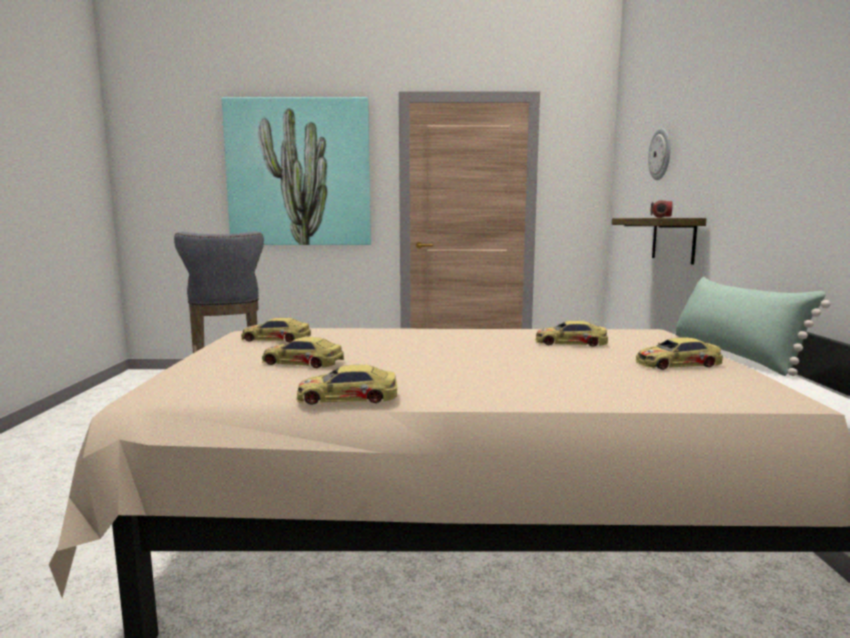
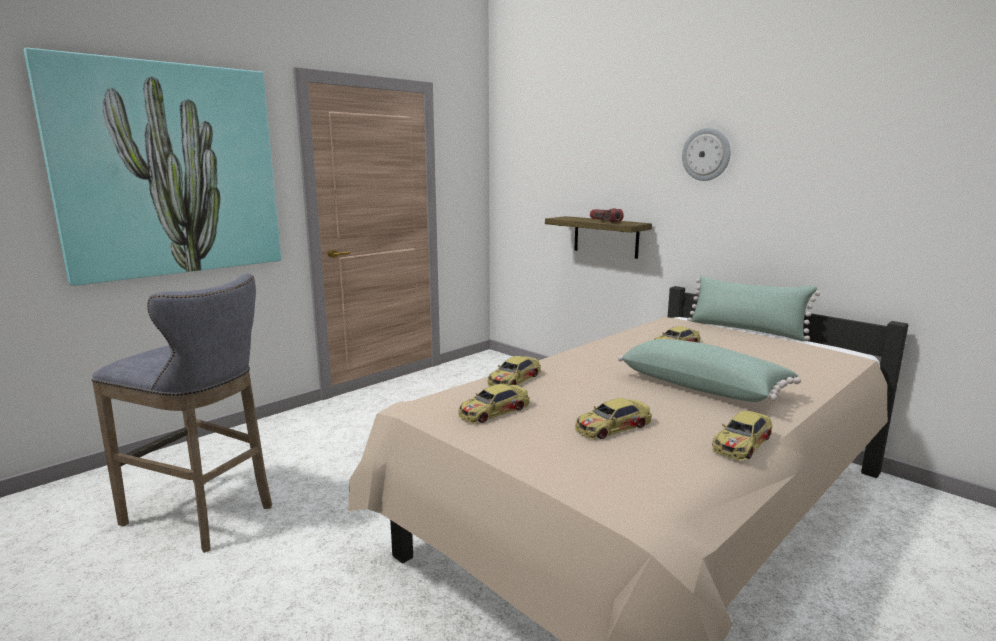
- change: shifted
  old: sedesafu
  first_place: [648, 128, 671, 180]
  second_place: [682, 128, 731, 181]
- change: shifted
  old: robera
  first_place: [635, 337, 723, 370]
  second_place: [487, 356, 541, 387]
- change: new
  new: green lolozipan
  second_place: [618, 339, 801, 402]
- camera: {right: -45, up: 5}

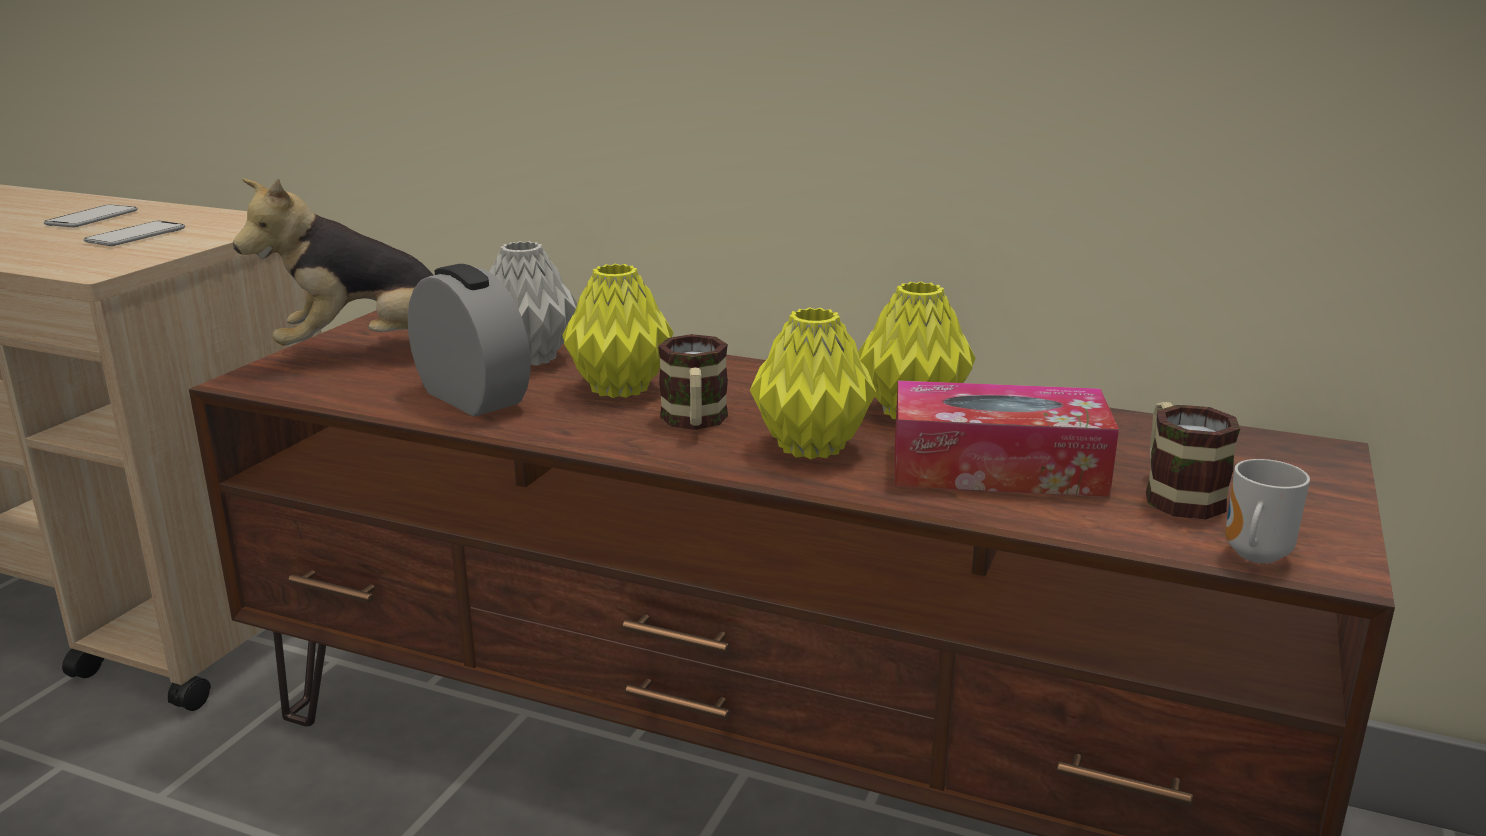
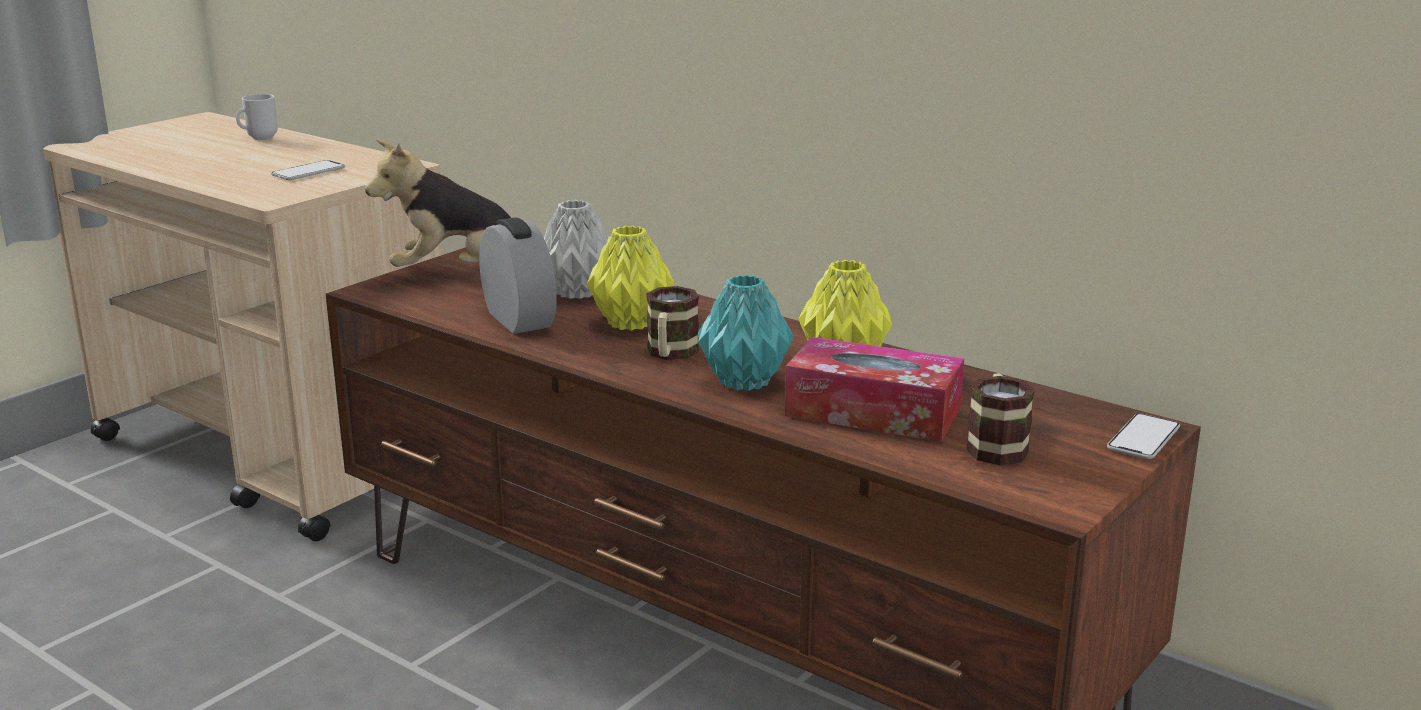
- change: shifted
  old: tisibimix
  first_place: [44, 205, 138, 227]
  second_place: [1107, 413, 1180, 459]
- change: repainted
  old: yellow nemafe
  new: turquoise nemafe
  first_place: [750, 307, 876, 459]
  second_place: [698, 275, 793, 391]
- change: shifted
  old: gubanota
  first_place: [1225, 459, 1310, 563]
  second_place: [236, 94, 278, 140]
- camera: {right: 15, up: 0}

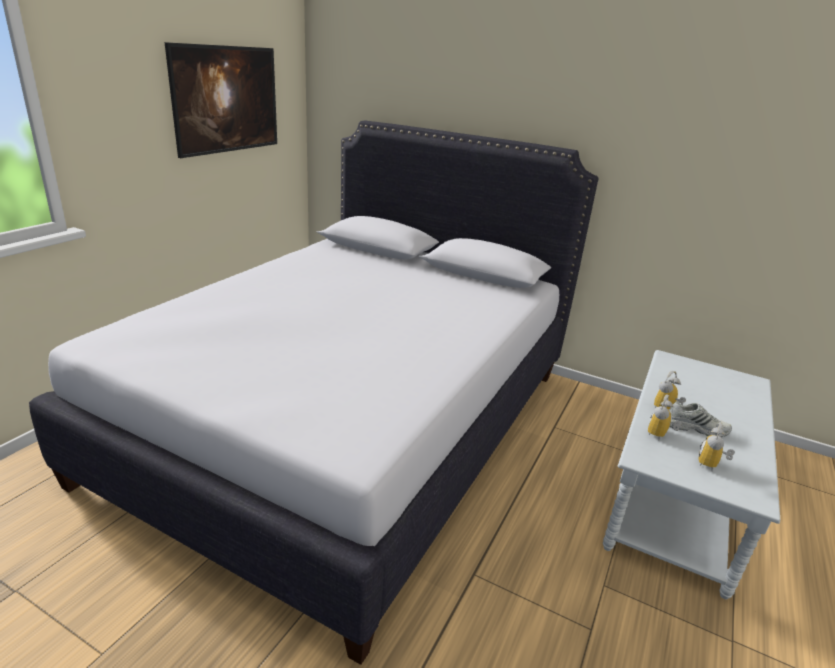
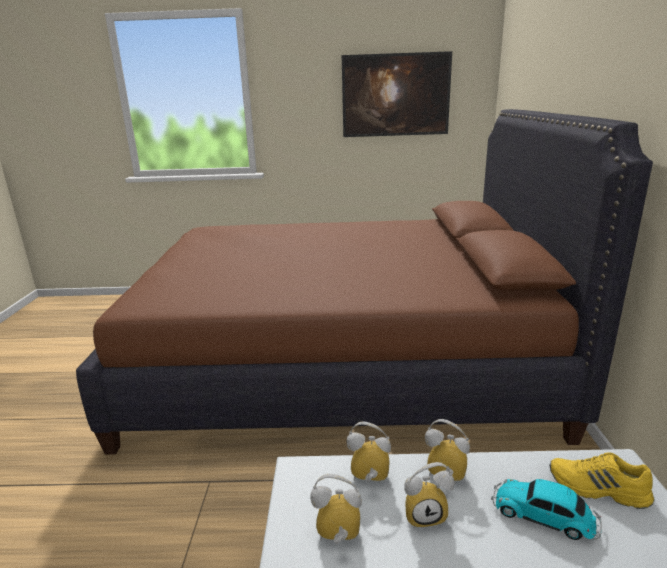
- change: repainted
  old: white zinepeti
  new: brown zinepeti
  first_place: [29, 121, 599, 665]
  second_place: [76, 109, 653, 454]
- change: swapped
  old: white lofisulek
  new: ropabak
  first_place: [669, 401, 732, 437]
  second_place: [404, 462, 454, 529]
- change: new
  new: yellow lofisulek
  second_place: [549, 452, 654, 509]
- change: new
  new: robera
  second_place: [491, 478, 602, 540]
- camera: {right: 65, up: -5}

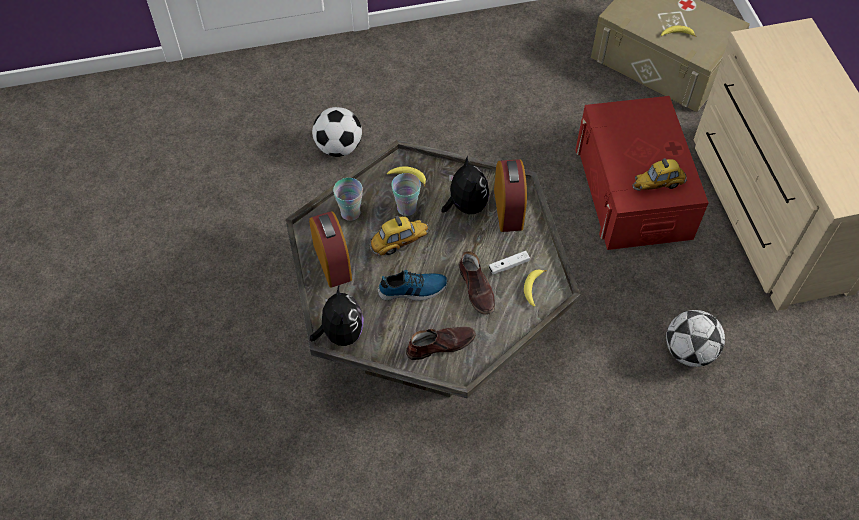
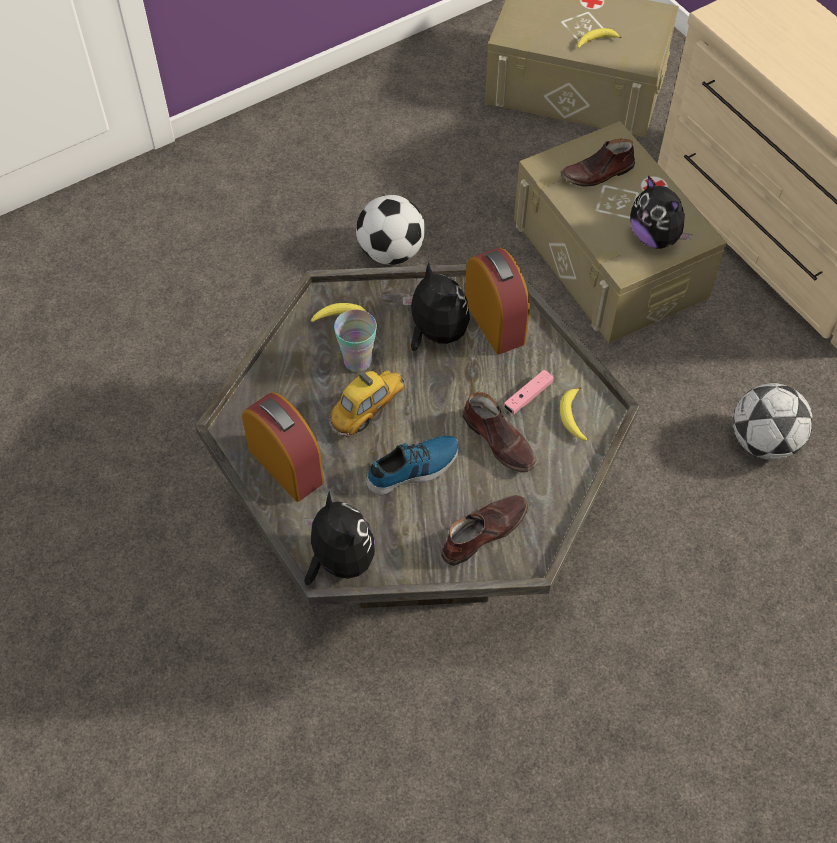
- change: repainted
  old: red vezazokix
  new: beige vezazokix
  first_place: [575, 96, 709, 250]
  second_place: [514, 121, 727, 343]
- change: shifted
  old: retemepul
  first_place: [312, 107, 362, 157]
  second_place: [356, 195, 425, 265]
- change: swapped
  old: robera
  new: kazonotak
  first_place: [632, 158, 687, 191]
  second_place: [630, 176, 693, 249]
- change: gone
  old: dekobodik
  first_place: [333, 178, 363, 221]
- change: repainted
  old: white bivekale
  new: pink bivekale
  first_place: [489, 251, 530, 274]
  second_place: [504, 370, 554, 414]
- change: new
  new: brown lofisulek
  second_place: [560, 139, 635, 187]
- camera: {right: -20, up: 0}

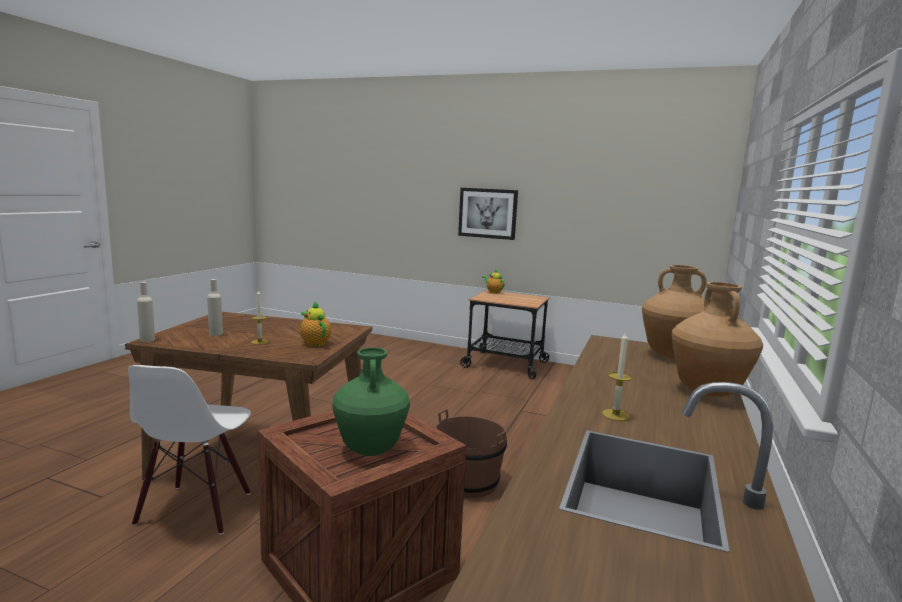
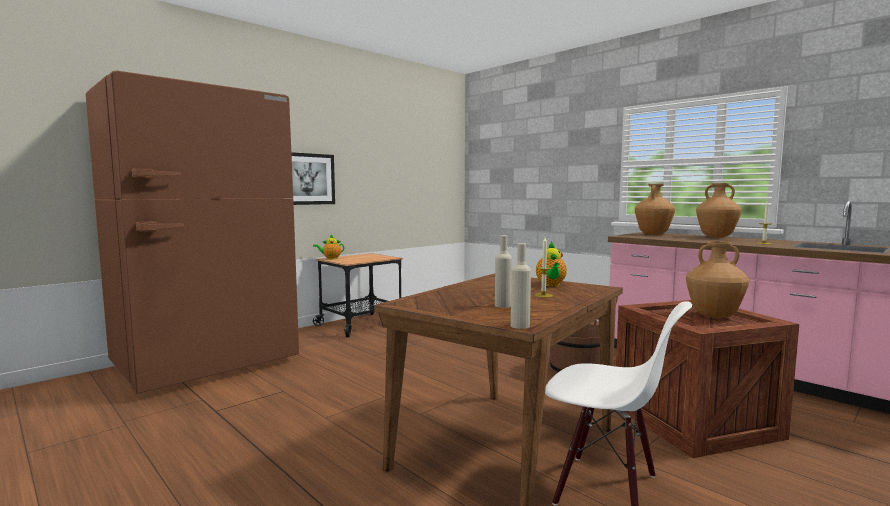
- change: rotated
  old: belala
  first_place: [300, 301, 331, 346]
  second_place: [536, 242, 567, 286]
  degrees: -75
- change: repainted
  old: green nemafe
  new: brown nemafe
  first_place: [333, 347, 410, 456]
  second_place: [686, 241, 749, 318]
- change: new
  new: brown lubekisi
  second_place: [86, 70, 299, 394]
- camera: {right: -65, up: -5}

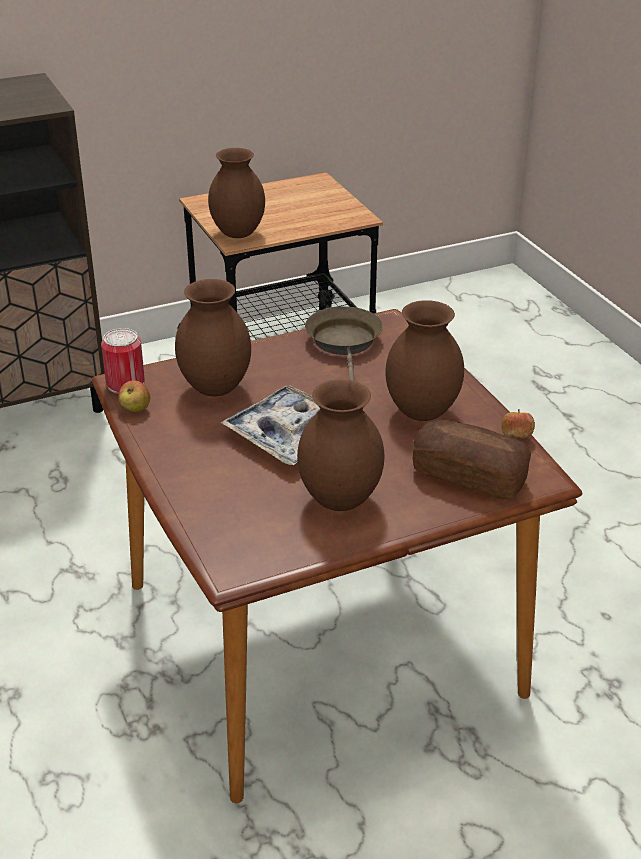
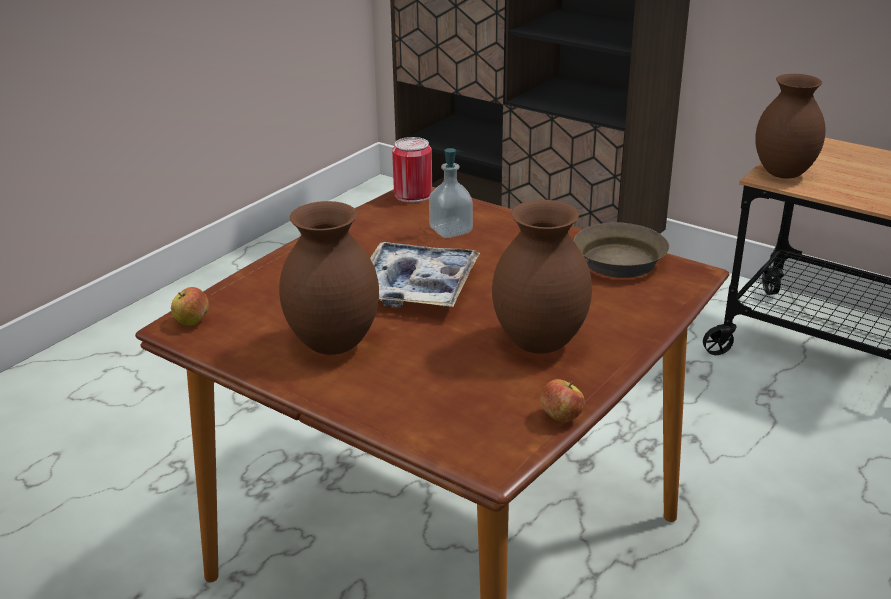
- change: swapped
  old: brown nemafe
  new: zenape
  first_place: [175, 279, 251, 396]
  second_place: [429, 148, 473, 238]
- change: shifted
  old: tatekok
  first_place: [118, 380, 150, 412]
  second_place: [171, 287, 209, 325]
- change: gone
  old: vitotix
  first_place: [413, 420, 531, 499]
- camera: {right: 60, up: -5}

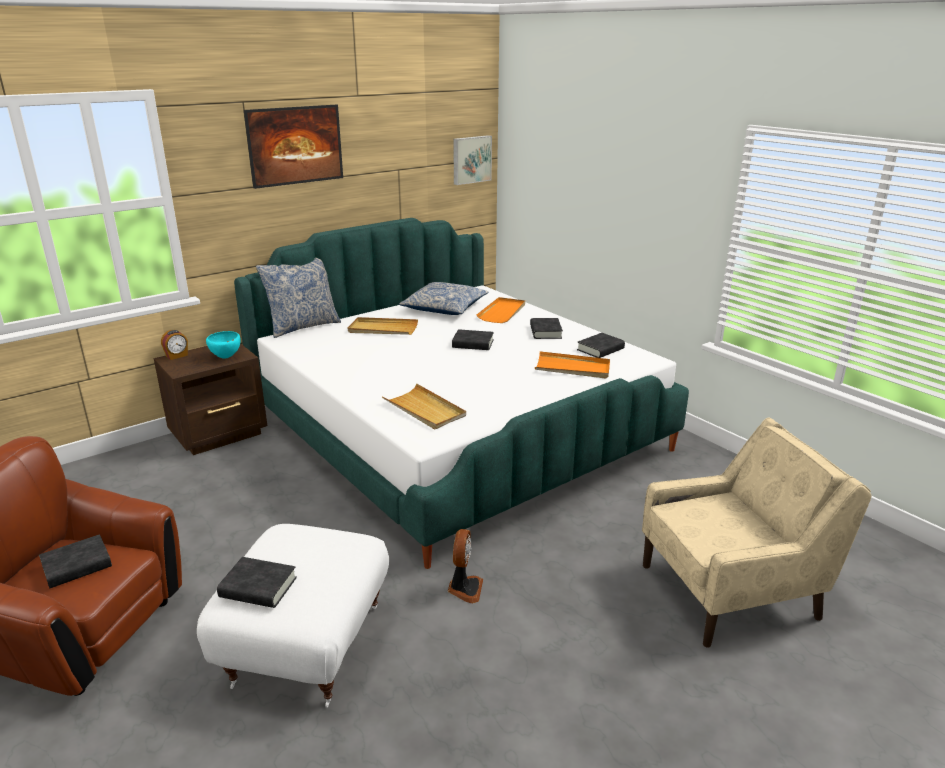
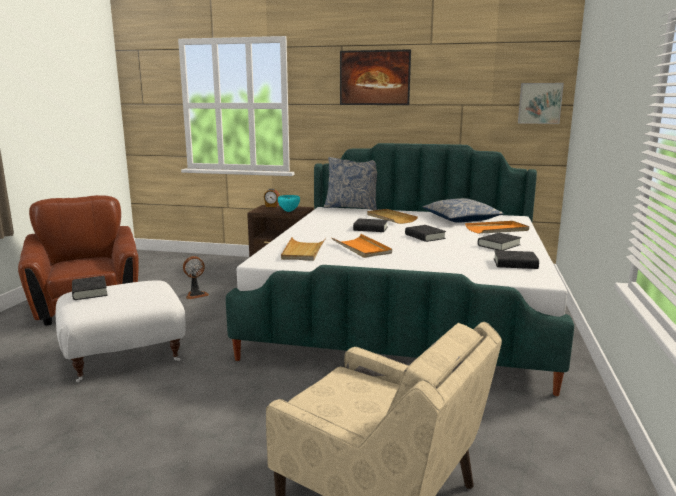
- change: shifted
  old: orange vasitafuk
  first_place: [535, 351, 610, 379]
  second_place: [332, 234, 392, 258]
- change: shifted
  old: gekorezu
  first_place: [448, 529, 483, 603]
  second_place: [183, 256, 209, 299]
- change: shifted
  old: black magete
  first_place: [39, 534, 112, 588]
  second_place: [353, 219, 388, 232]
- camera: {right: 50, up: -10}

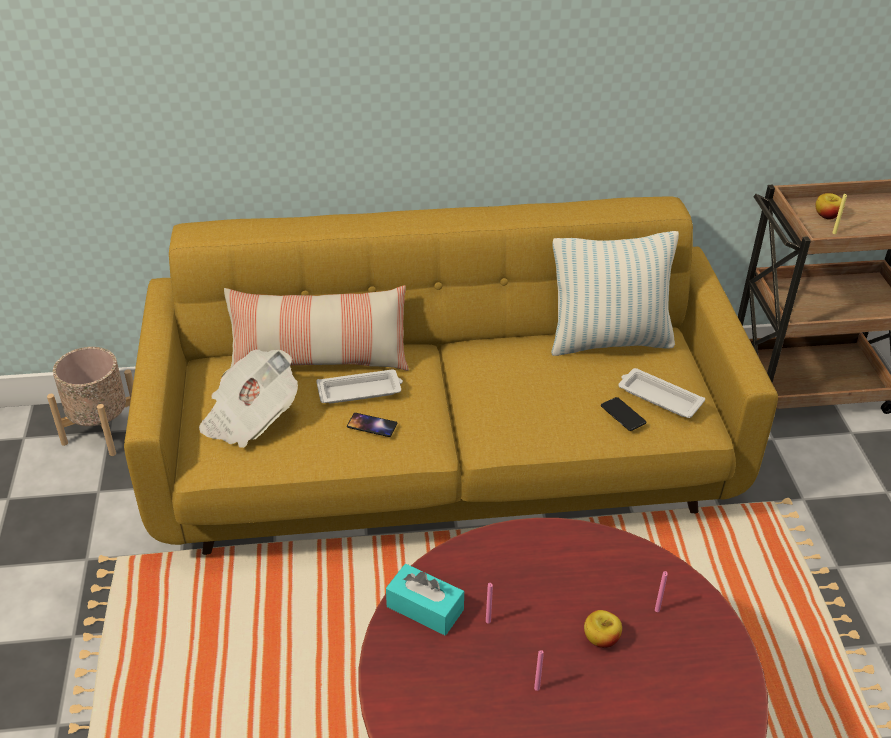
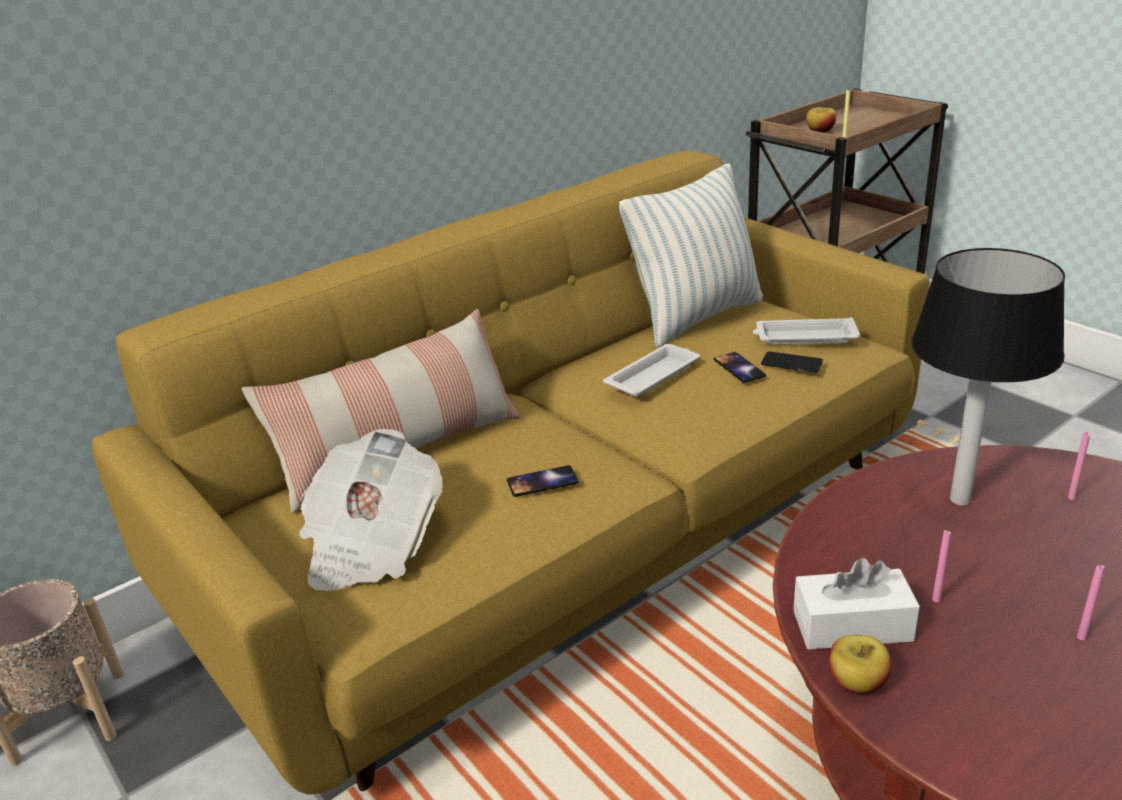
- change: shifted
  old: white vasitafuk
  first_place: [316, 369, 403, 404]
  second_place: [603, 344, 700, 397]
- change: repainted
  old: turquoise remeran
  new: white remeran
  first_place: [386, 564, 464, 635]
  second_place: [793, 557, 920, 649]
- change: shifted
  old: tatekok
  first_place: [584, 610, 622, 648]
  second_place: [829, 635, 892, 694]
- change: new
  new: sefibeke
  second_place: [911, 248, 1065, 505]
- change: new
  new: tisibimix
  second_place: [714, 352, 766, 383]
- camera: {right: -30, up: -10}

